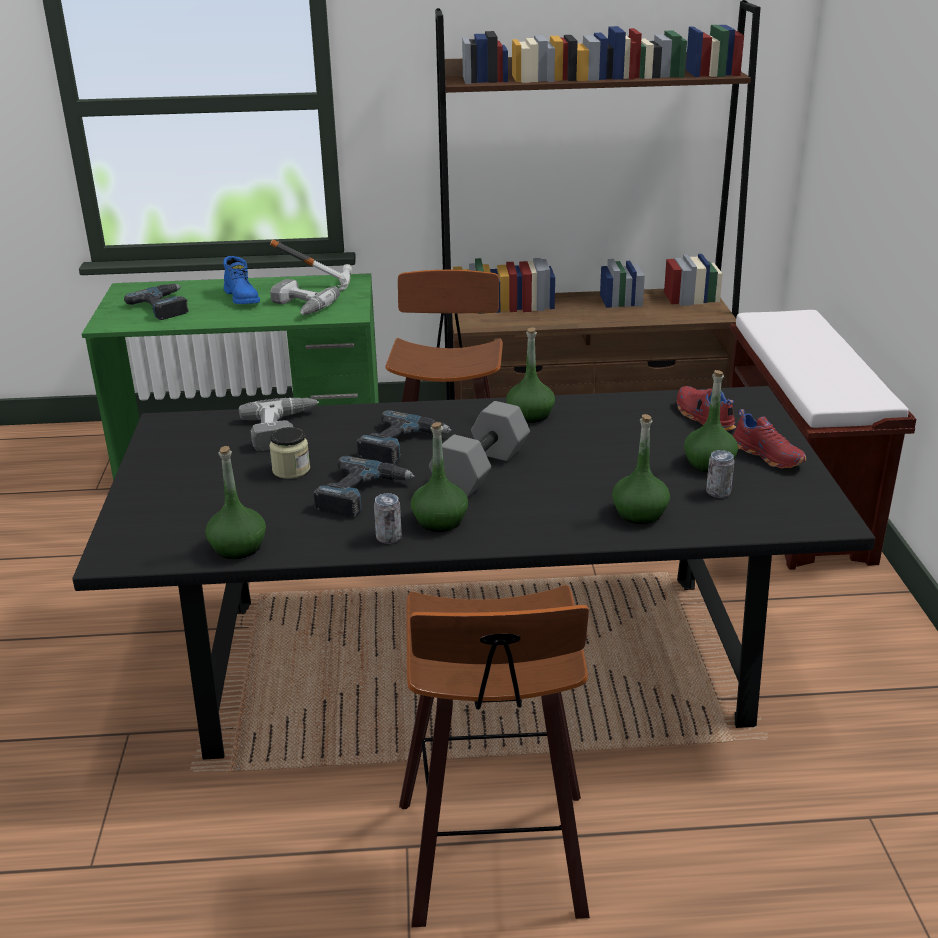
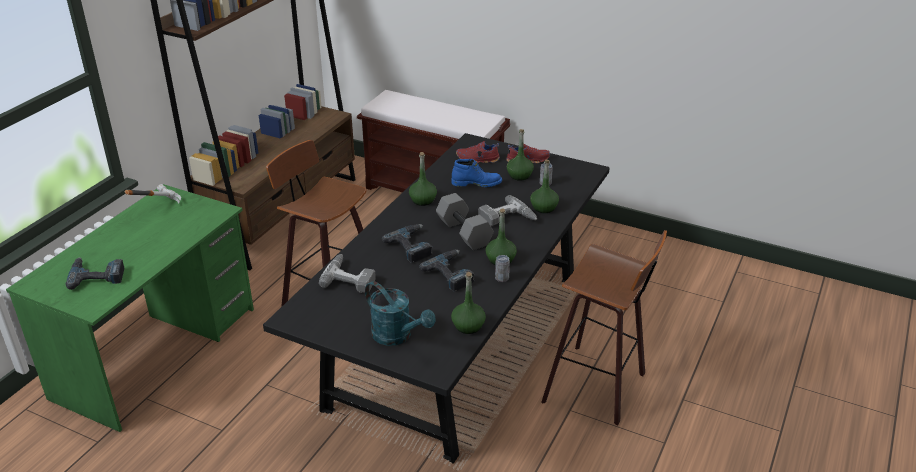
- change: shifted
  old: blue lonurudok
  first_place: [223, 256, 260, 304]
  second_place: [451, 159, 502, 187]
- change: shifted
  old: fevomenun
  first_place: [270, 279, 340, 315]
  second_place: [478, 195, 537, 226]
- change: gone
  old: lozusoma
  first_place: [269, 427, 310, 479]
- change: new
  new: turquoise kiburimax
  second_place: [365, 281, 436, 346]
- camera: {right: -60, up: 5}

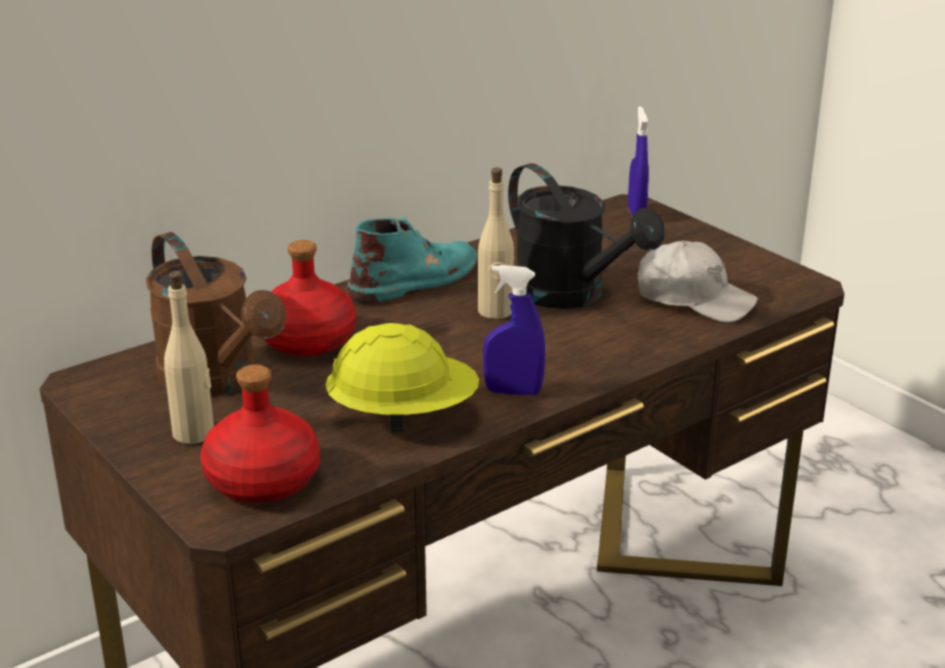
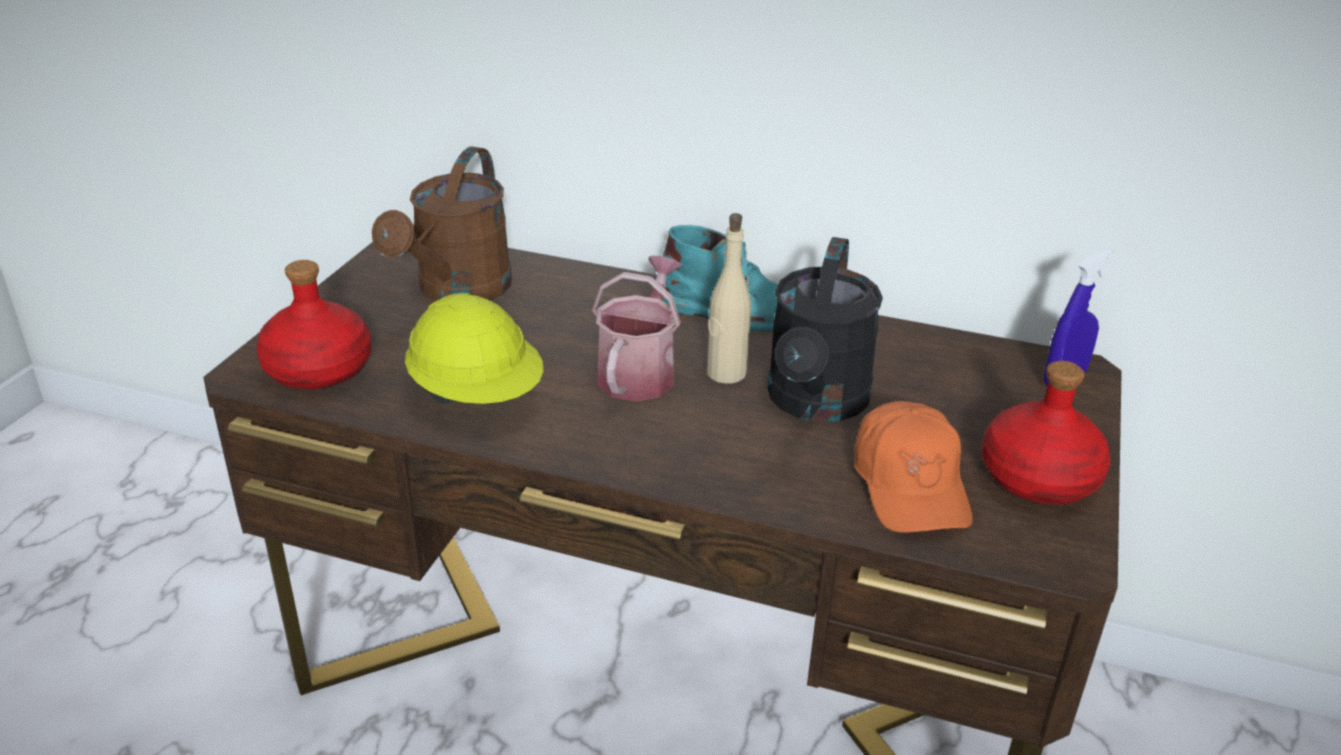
- change: shifted
  old: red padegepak
  first_place: [263, 240, 356, 356]
  second_place: [982, 361, 1111, 505]
- change: repainted
  old: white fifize
  new: orange fifize
  first_place: [637, 241, 758, 323]
  second_place: [854, 401, 973, 533]
- change: gone
  old: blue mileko
  first_place: [483, 265, 545, 396]
- change: gone
  old: beige padegepak
  first_place: [164, 271, 214, 444]
- change: new
  new: kiburimax
  second_place: [592, 256, 682, 402]
- camera: {right: 55, up: 5}

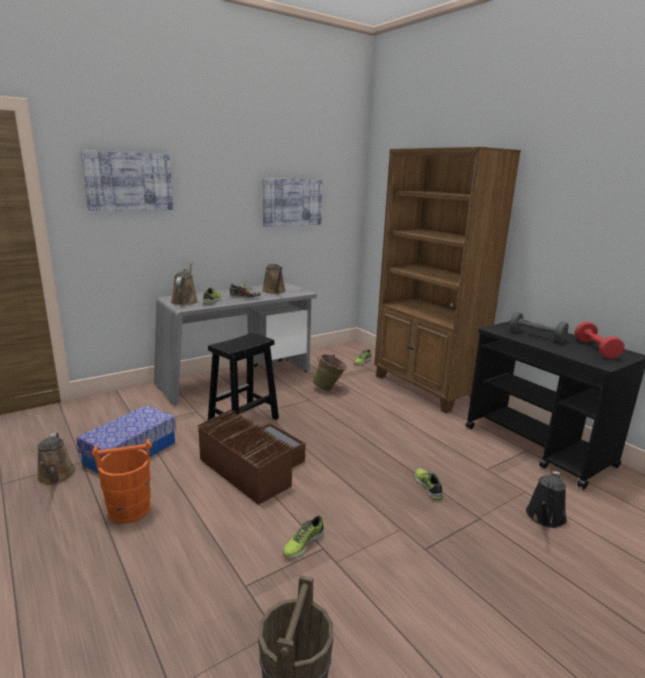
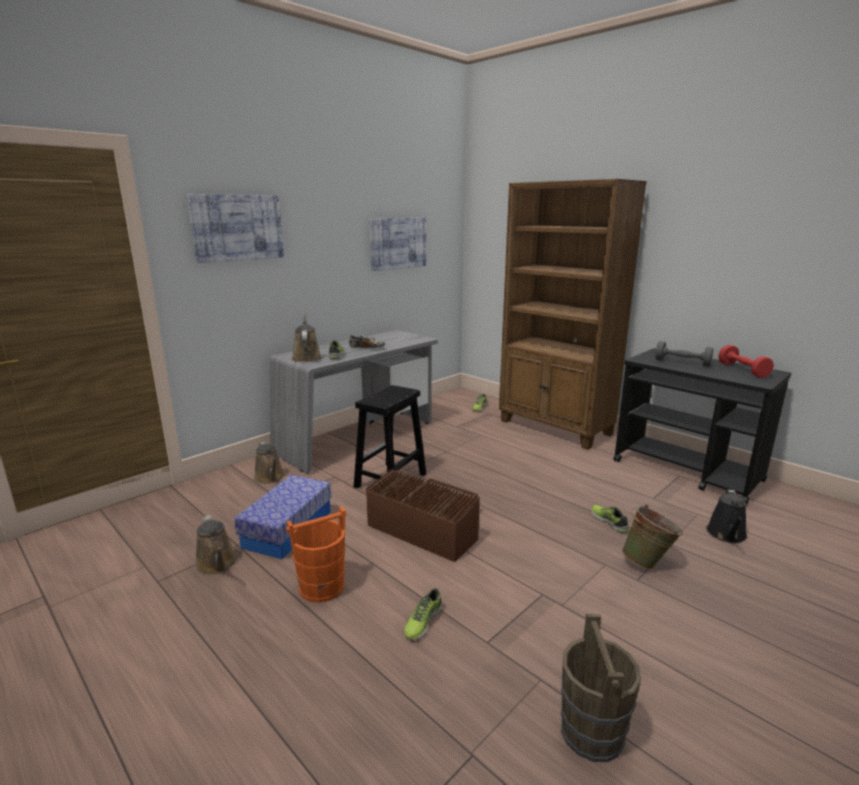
- change: shifted
  old: brown kiburimax
  first_place: [262, 264, 286, 294]
  second_place: [254, 441, 285, 484]
- change: shifted
  old: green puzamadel
  first_place: [313, 354, 347, 391]
  second_place: [622, 504, 683, 570]
- change: shifted
  old: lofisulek
  first_place: [283, 516, 324, 558]
  second_place: [404, 588, 442, 640]
- camera: {right: -10, up: 0}

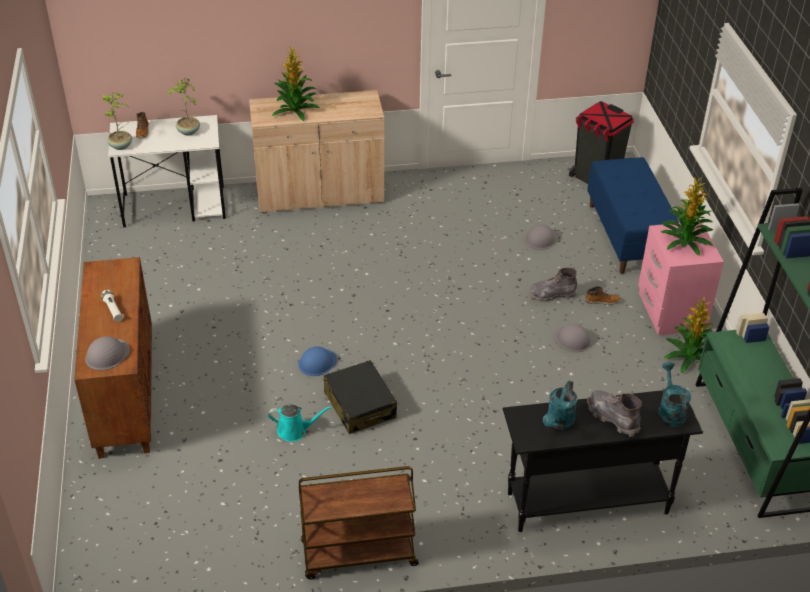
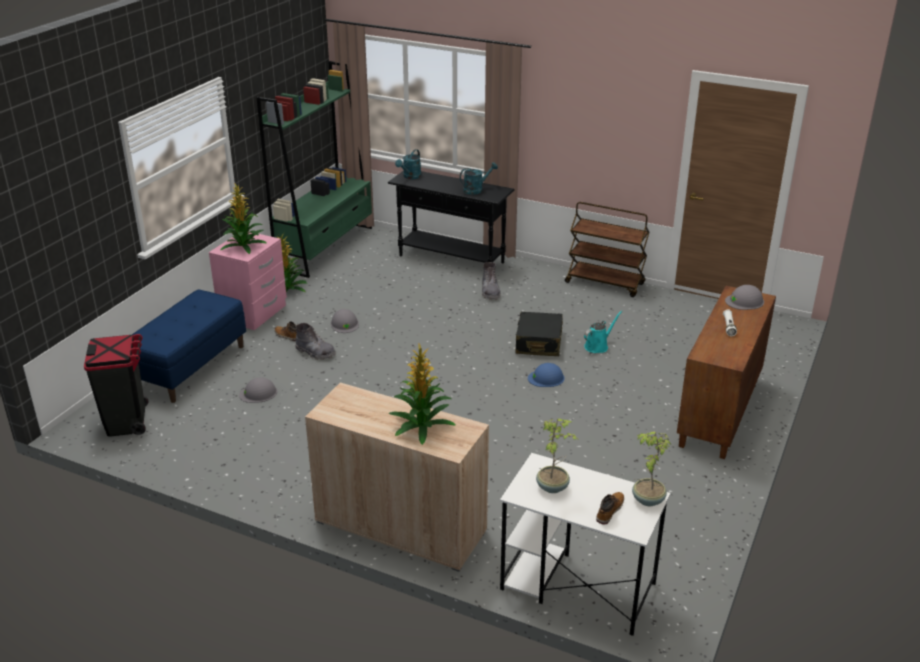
- change: shifted
  old: grey lonurudok
  first_place: [587, 390, 642, 437]
  second_place: [482, 262, 500, 300]
- change: rotated
  old: turquoise kiburimax
  first_place: [268, 404, 332, 442]
  second_place: [584, 311, 622, 353]
  degrees: 105
- camera: {right: -145, up: -10}

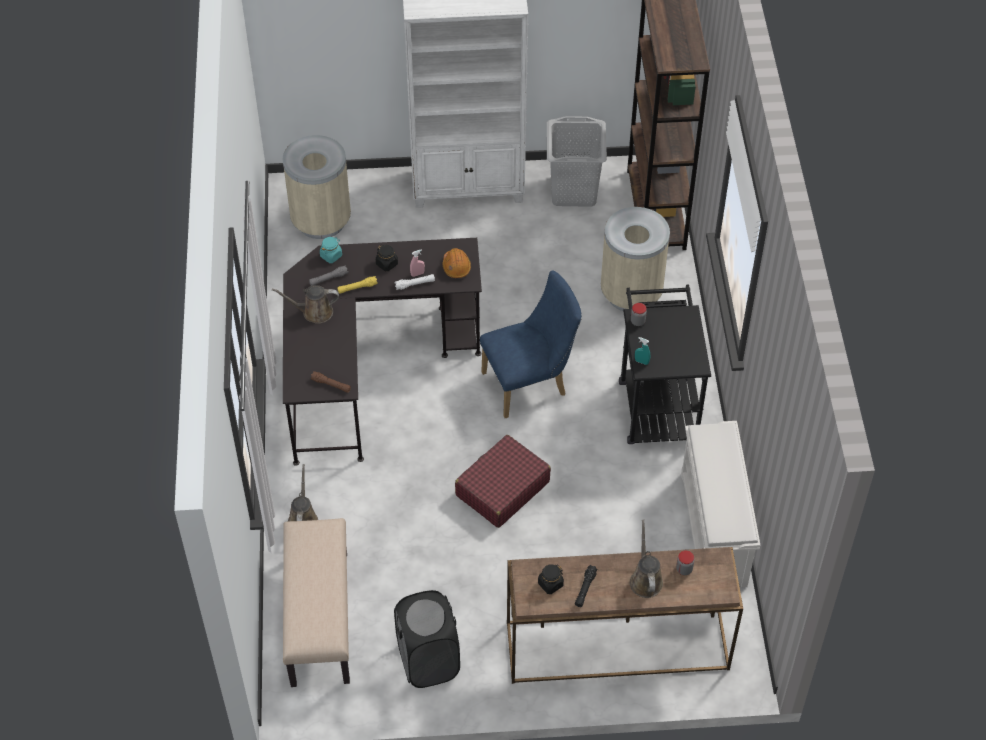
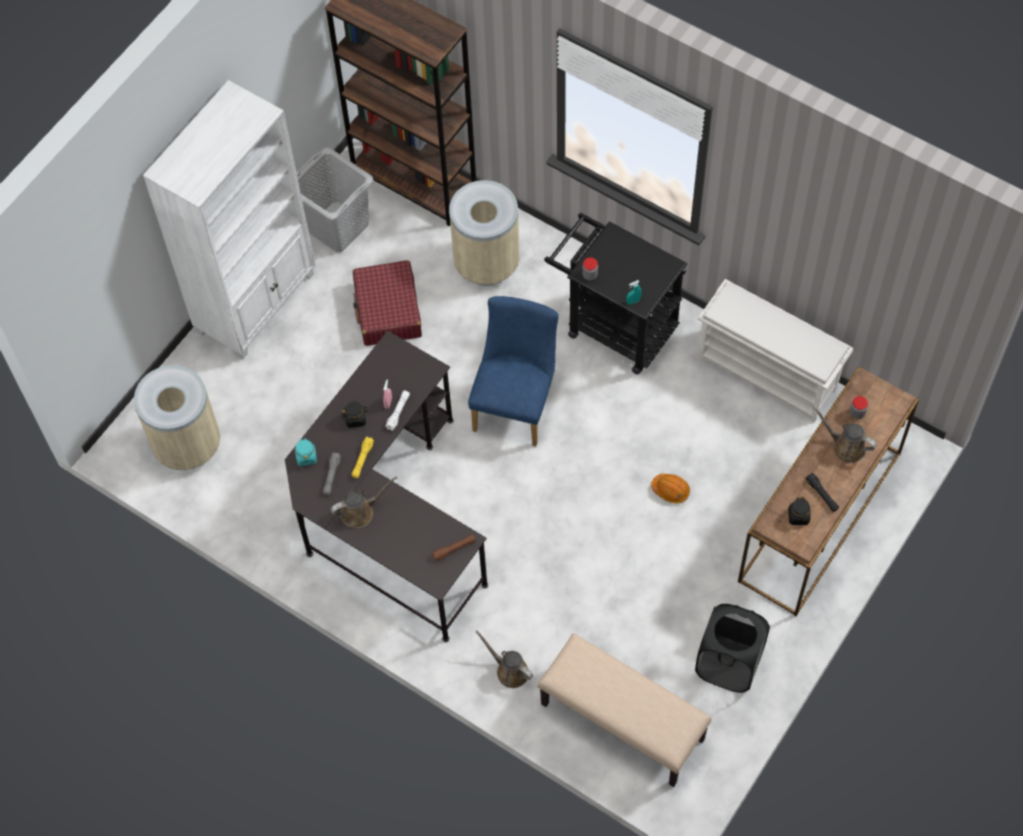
- change: shifted
  old: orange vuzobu
  first_place: [443, 248, 471, 278]
  second_place: [651, 474, 690, 503]
- change: rotated
  old: brown kiburimax
  first_place: [272, 285, 339, 324]
  second_place: [331, 476, 397, 528]
  degrees: -150
- change: shifted
  old: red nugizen
  first_place: [455, 435, 551, 528]
  second_place: [353, 260, 422, 346]
- camera: {right: -50, up: 10}

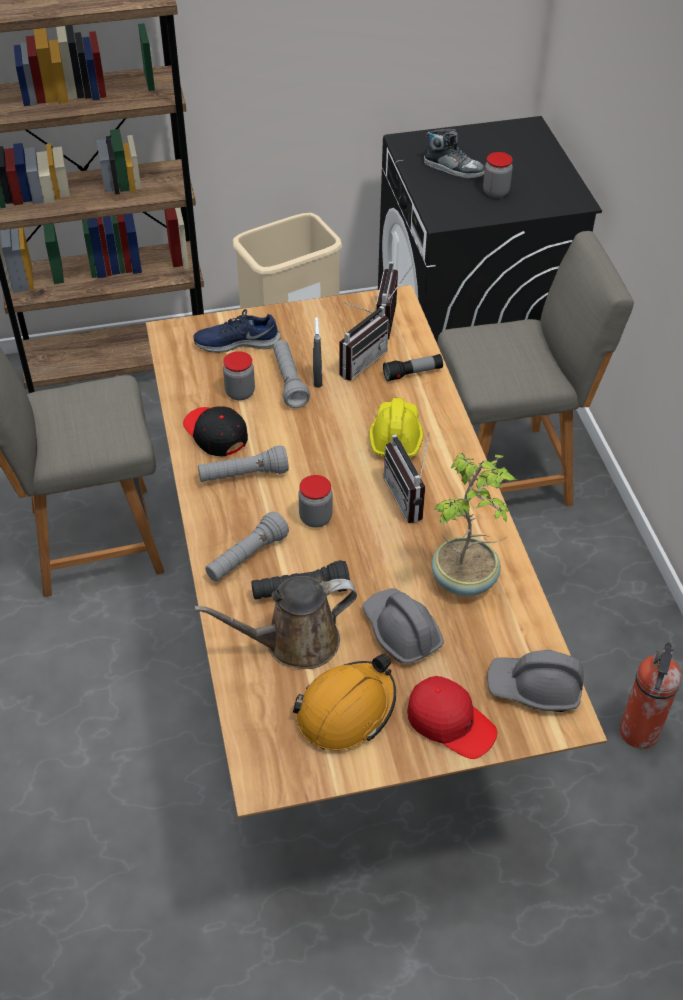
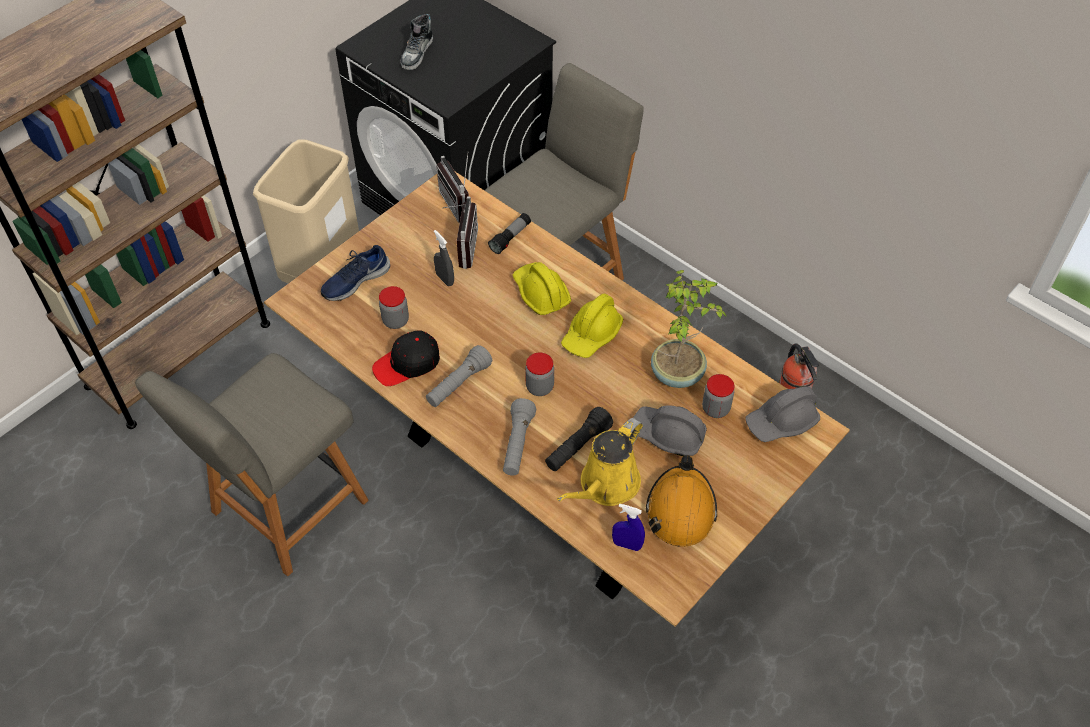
- change: rotated
  old: lofisulek
  first_place: [424, 129, 485, 179]
  second_place: [401, 14, 433, 70]
  degrees: 120
- change: shifted
  old: lozusoma
  first_place: [483, 152, 513, 198]
  second_place: [702, 374, 734, 418]
- change: gone
  old: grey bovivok
  first_place: [273, 340, 310, 408]
- change: rotated
  old: black fifize
  first_place: [183, 406, 248, 457]
  second_place: [372, 331, 440, 386]
  degrees: -45
- change: swapped
  old: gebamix
  new: yellow vuzobu
  first_place: [384, 432, 430, 523]
  second_place: [561, 293, 623, 358]
- change: repainted
  old: brown kiburimax
  new: yellow kiburimax
  first_place: [193, 576, 357, 669]
  second_place: [557, 418, 643, 506]
- change: gone
  old: red fifize
  first_place: [407, 676, 497, 759]
- change: new
  new: blue mileko
  second_place: [612, 503, 645, 551]
- camera: {right: -35, up: 5}

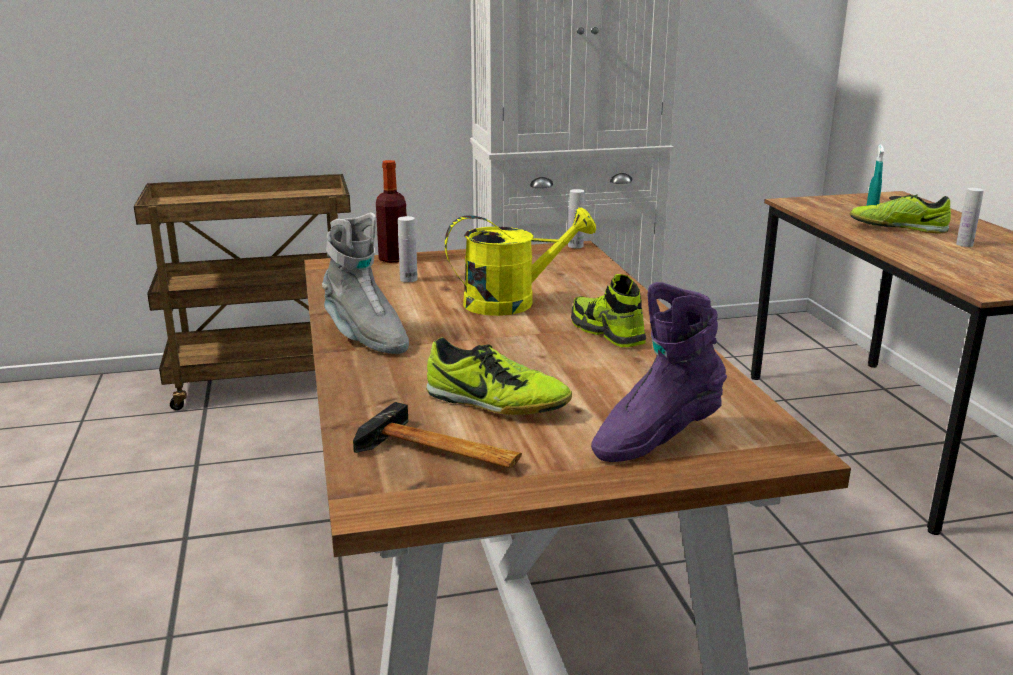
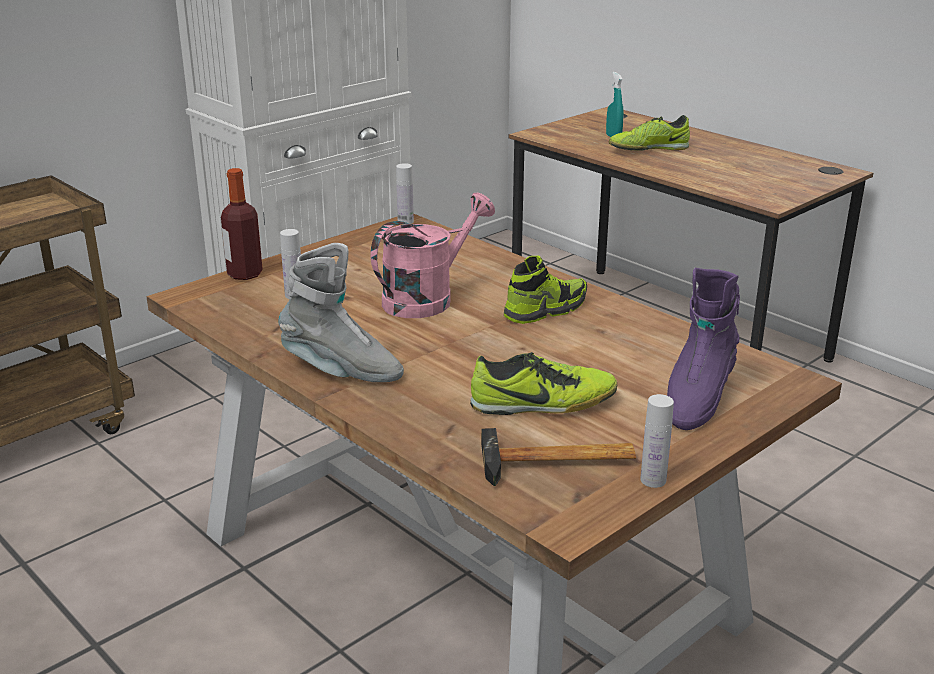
- change: shifted
  old: white padegepak
  first_place: [956, 188, 984, 247]
  second_place: [640, 394, 674, 488]
- change: repainted
  old: yellow kiburimax
  new: pink kiburimax
  first_place: [445, 207, 596, 316]
  second_place: [371, 193, 495, 318]
- change: rotated
  old: lofisulek
  first_place: [571, 274, 646, 347]
  second_place: [504, 256, 587, 324]
  degrees: 120
- camera: {right: -30, up: 5}

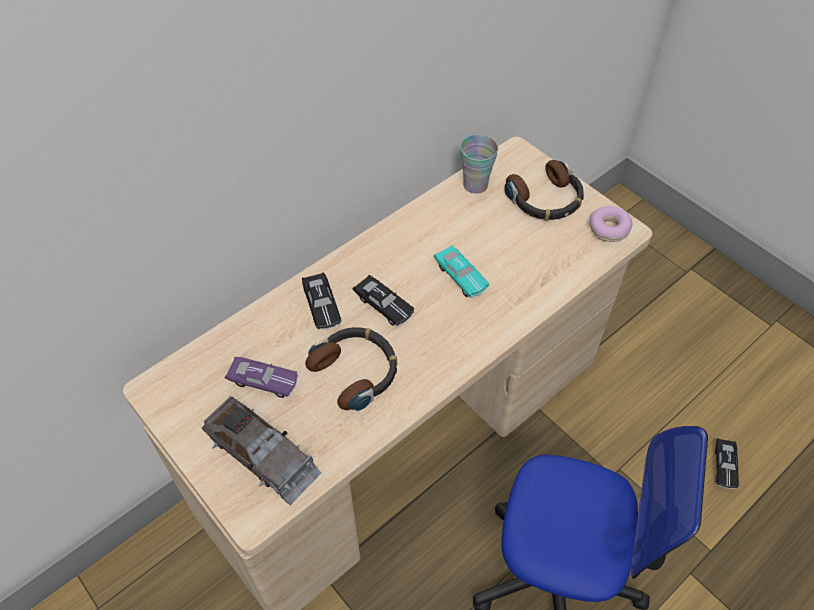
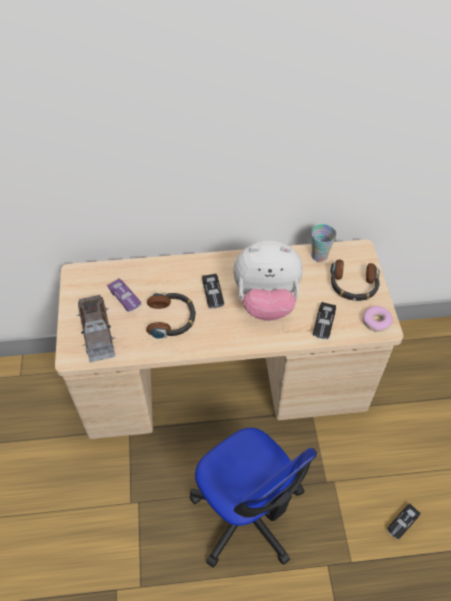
- change: swapped
  old: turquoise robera
  new: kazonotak
  first_place: [434, 245, 489, 298]
  second_place: [233, 241, 303, 321]
- change: shifted
  old: black robera
  first_place: [302, 273, 341, 330]
  second_place: [313, 302, 336, 339]
- camera: {right: 35, up: 0}

